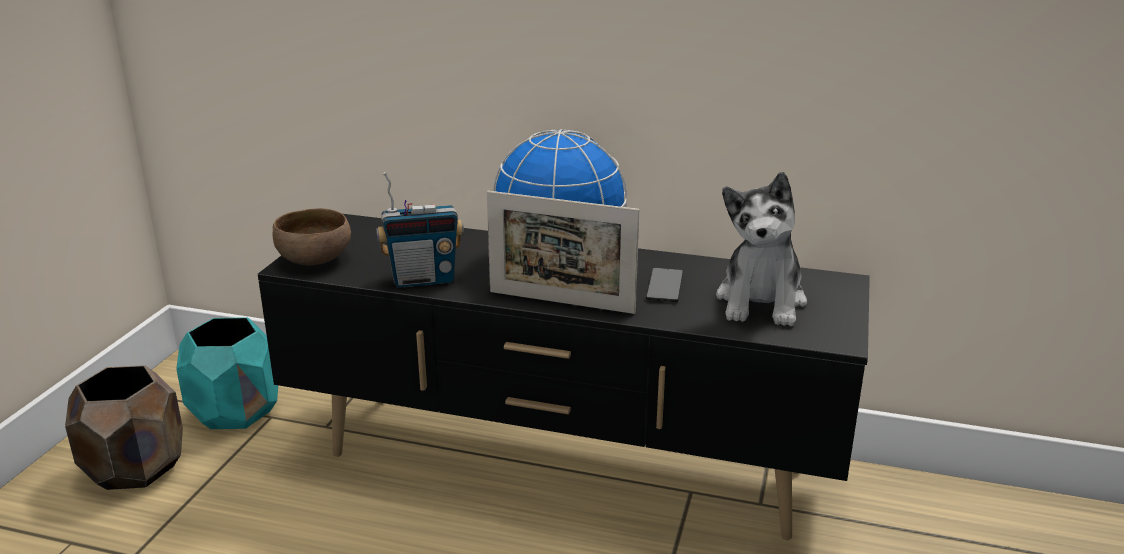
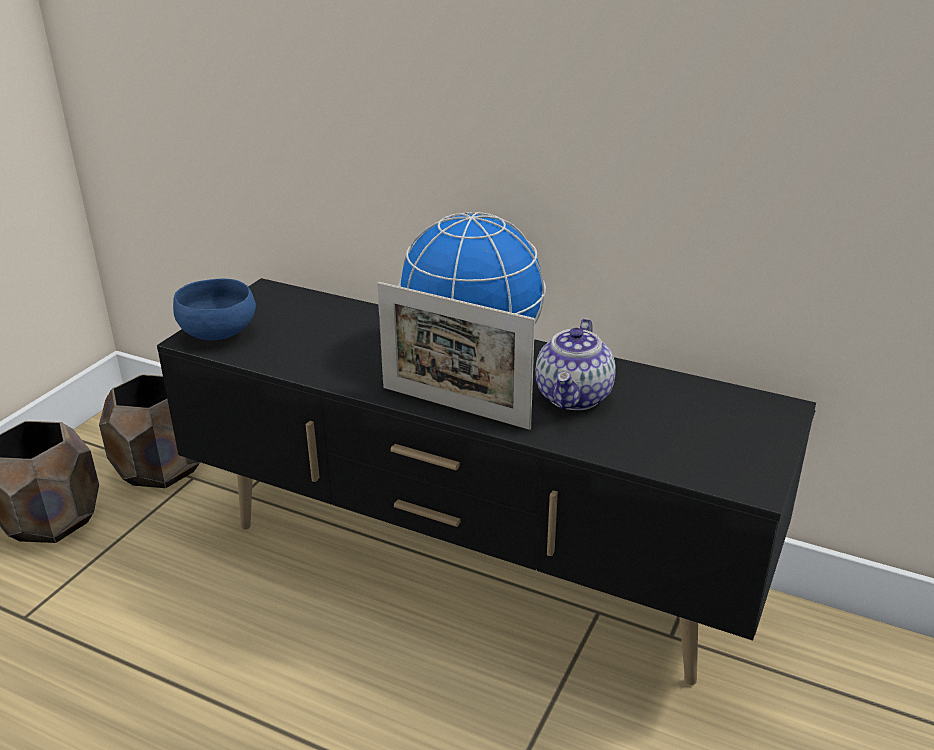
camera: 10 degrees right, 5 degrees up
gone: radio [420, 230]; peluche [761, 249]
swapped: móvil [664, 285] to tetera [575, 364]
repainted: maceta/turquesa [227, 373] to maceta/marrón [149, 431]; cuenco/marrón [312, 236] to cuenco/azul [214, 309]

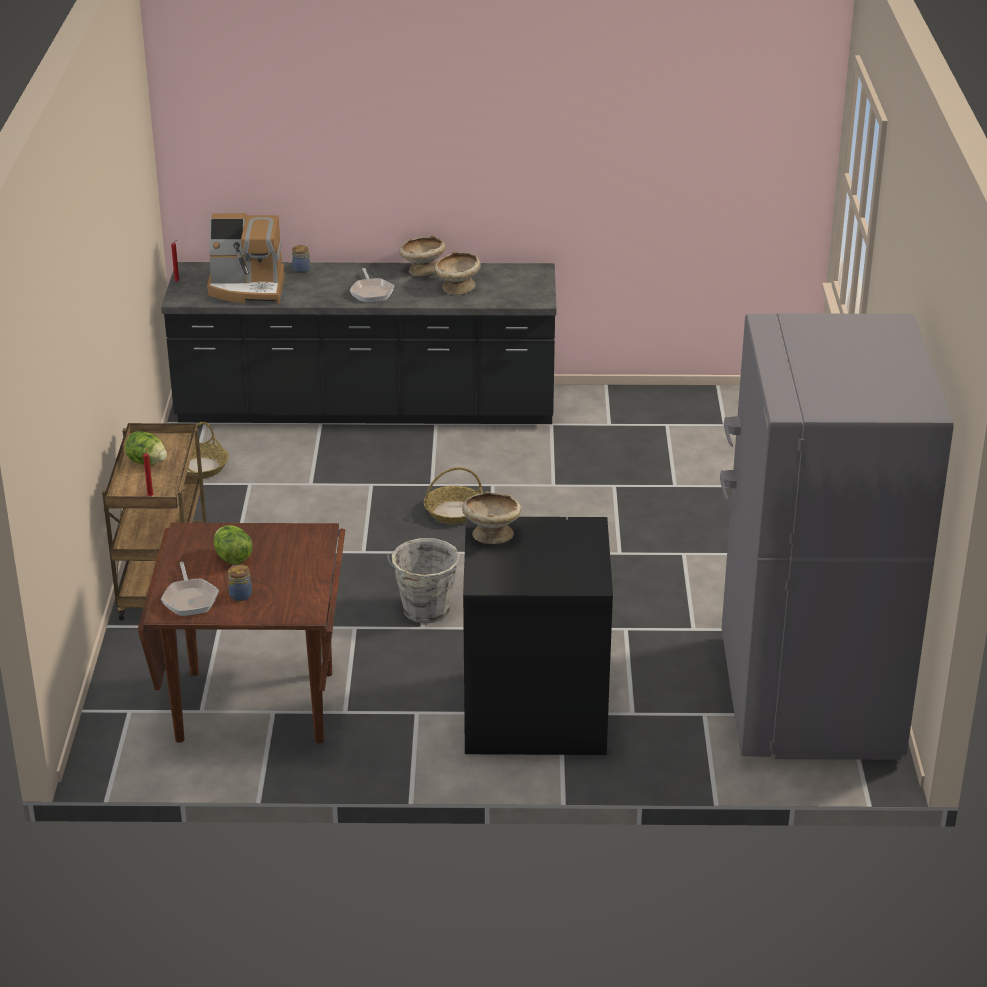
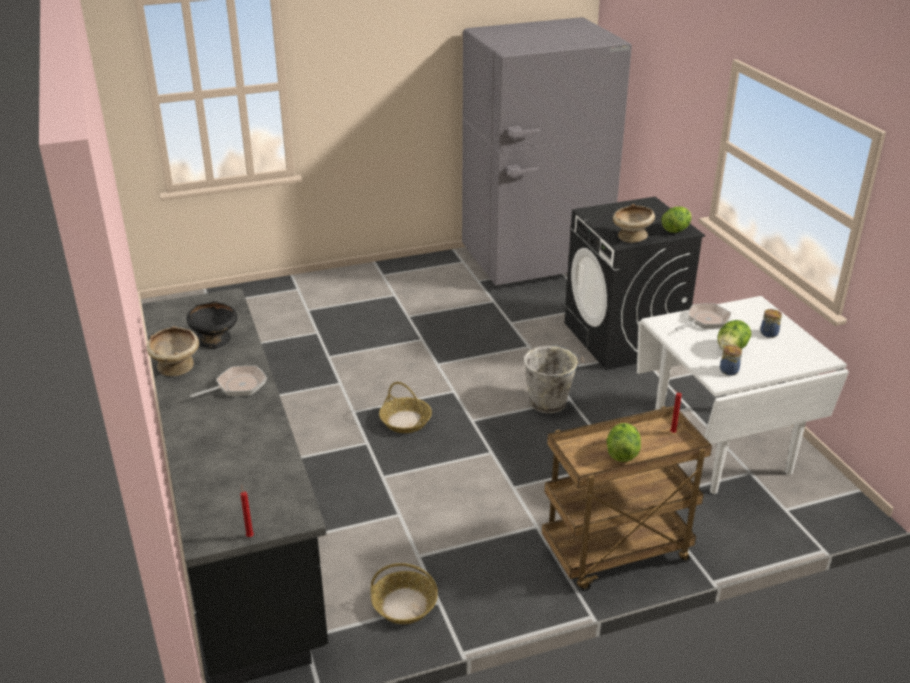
camera: 110 degrees left, 0 degrees up
gone: cafetera [246, 258]
new: lechuga [677, 219]
shifted: sartén [190, 589] to [703, 316]; tarro [301, 259] to [731, 360]
repainted: mesa de comedor/marrón [241, 633] to mesa de comedor/blanco [743, 395]; cuenco/beis [457, 273] to cuenco/negro [212, 324]

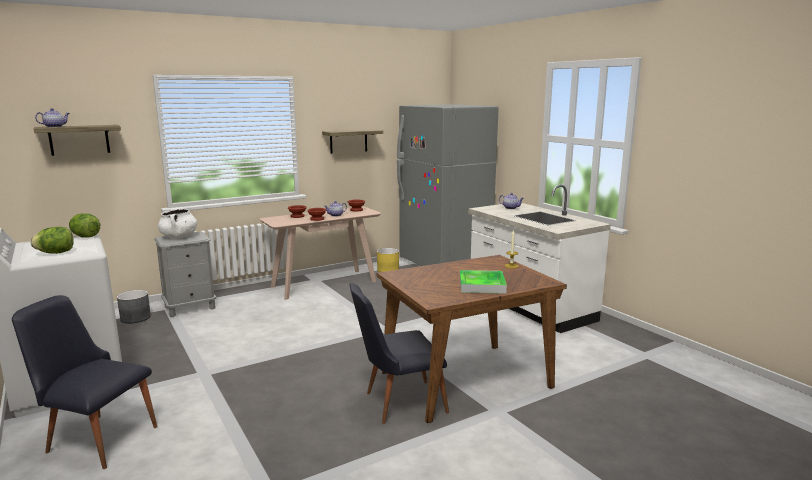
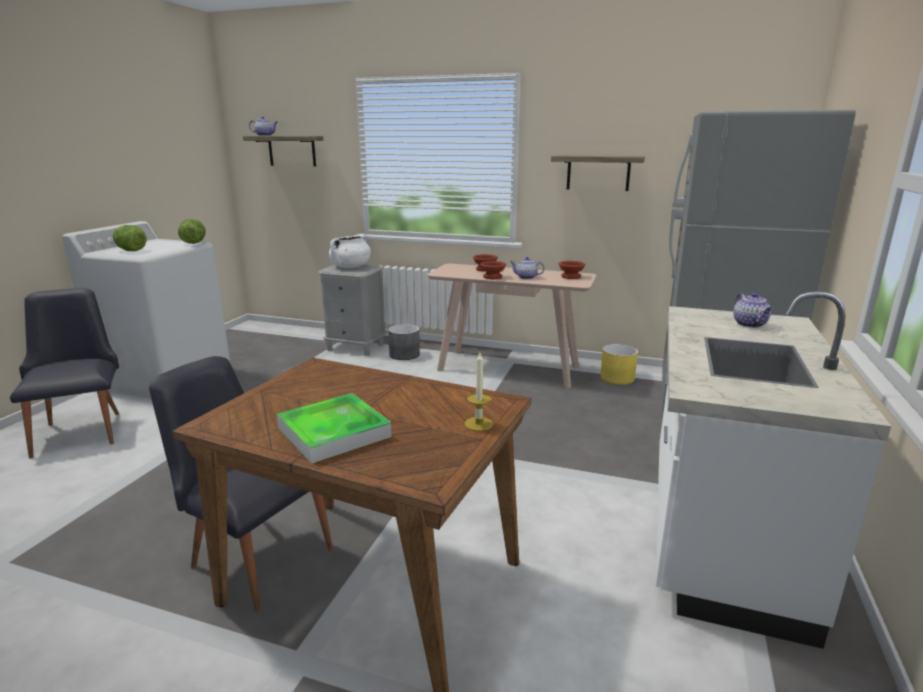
camera: 50 degrees right, 5 degrees up
shifted: maceta/gris [134, 307] to [404, 342]

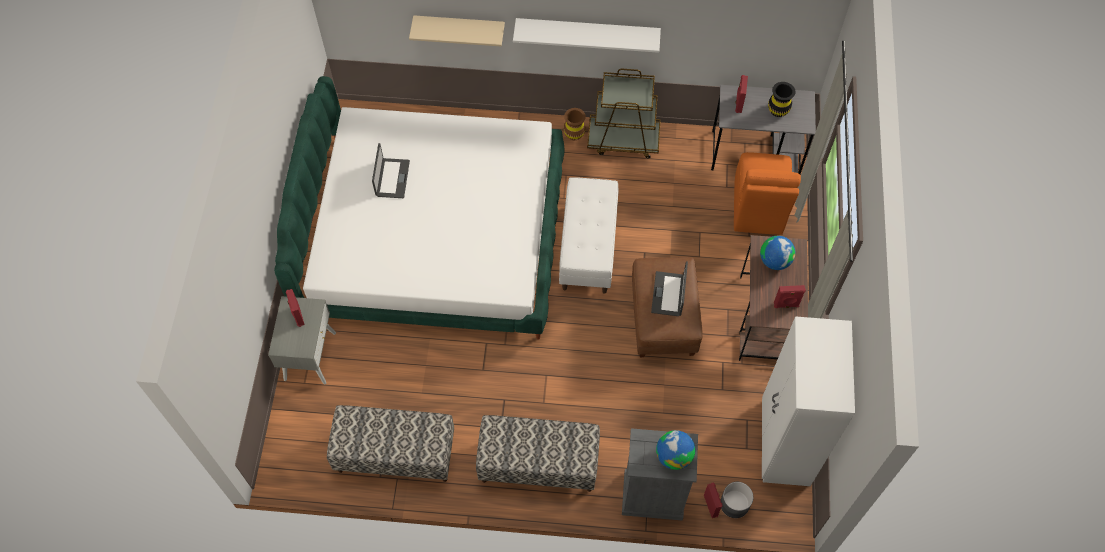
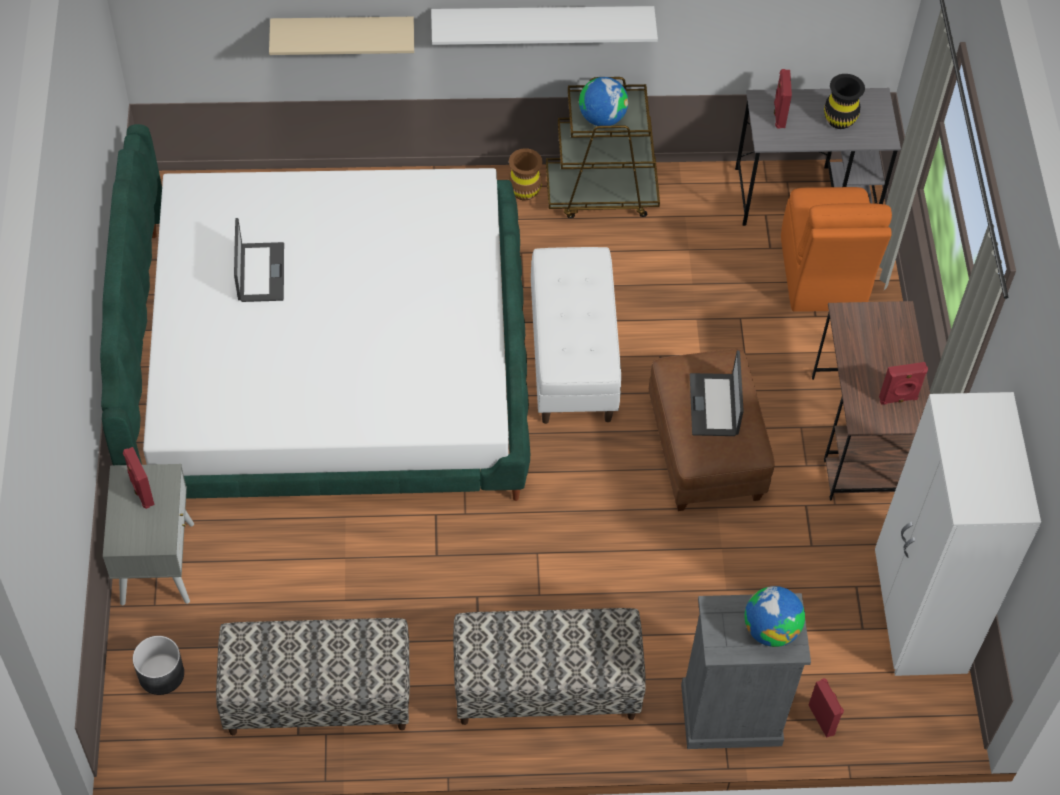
camera: 10 degrees left, 5 degrees down
shifted: maceta/gris [737, 500] to [158, 665]; globo terráqueo [777, 253] to [603, 101]

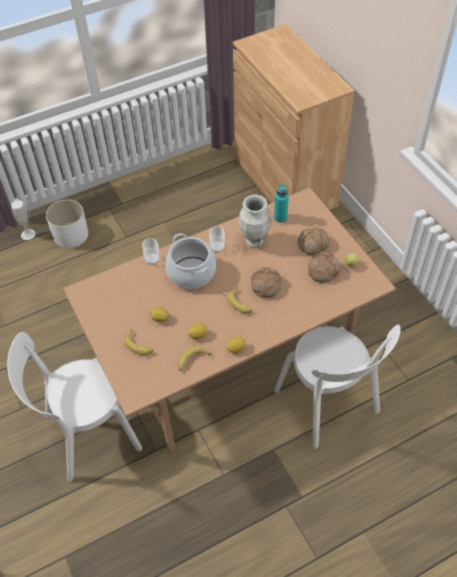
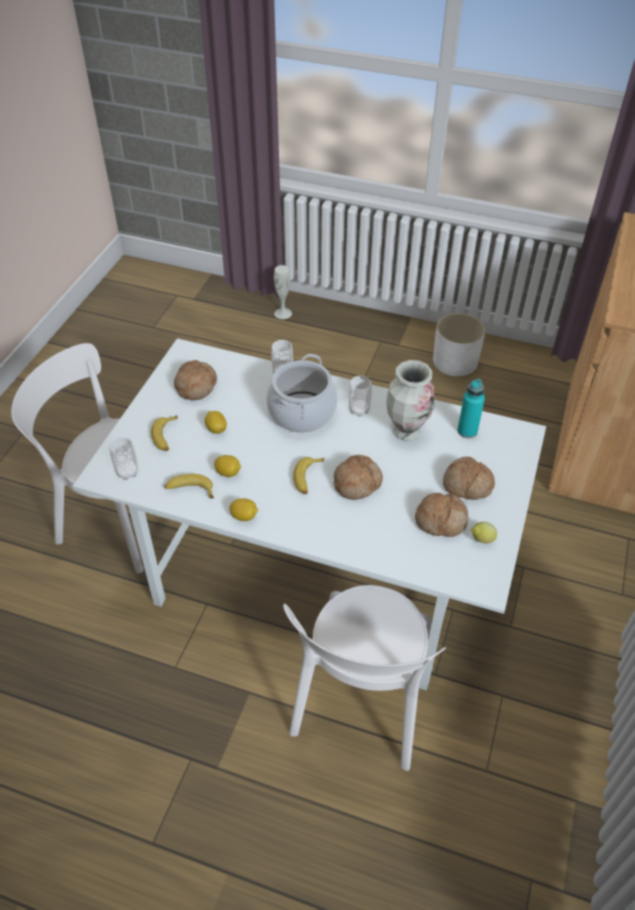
camera: 45 degrees right, 5 degrees down
new: taza [123, 458]; pan [195, 380]
shifted: maceta/blanco [67, 223] to [459, 344]
repainted: mesa de comedor/marrón [229, 322] to mesa de comedor/blanco [309, 514]

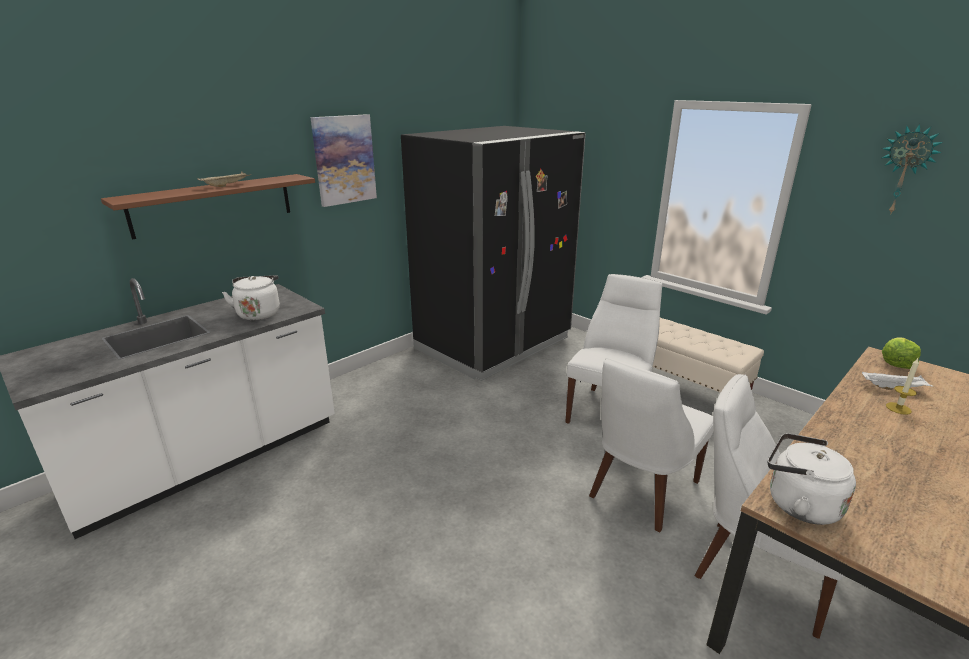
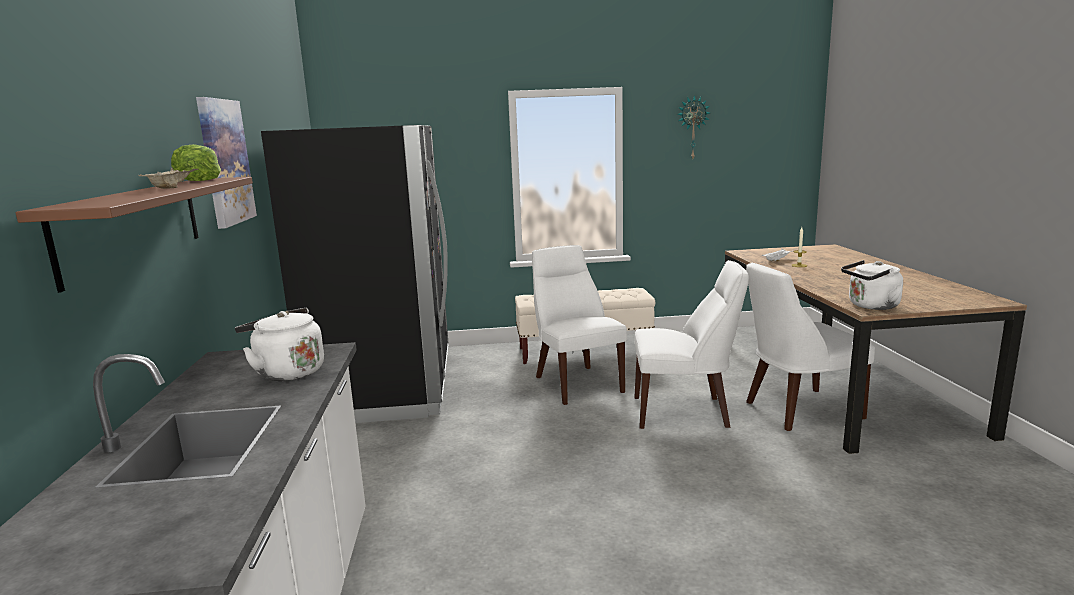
camera: 50 degrees left, 10 degrees down
shifted: lechuga [901, 353] to [196, 162]
rotated: silla/blanco [651, 445] = [691, 344] 75 degrees counterclockwise

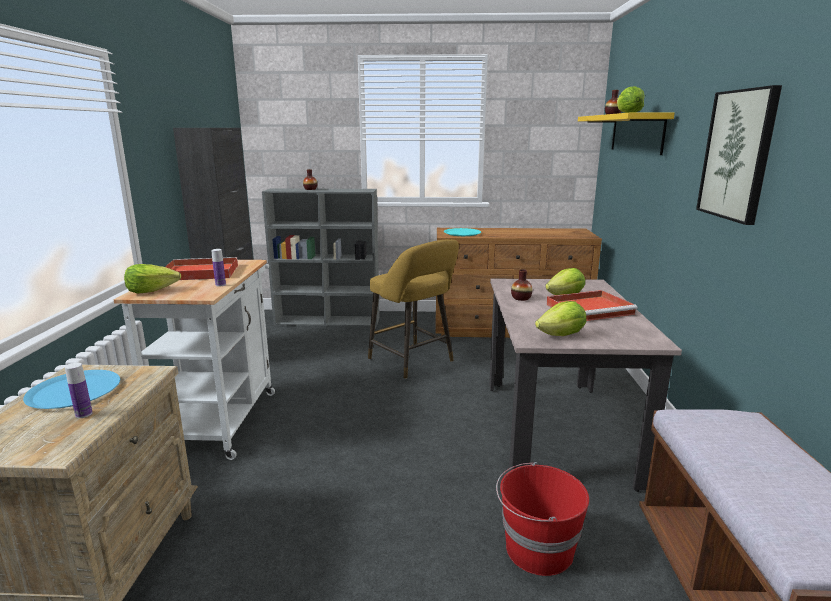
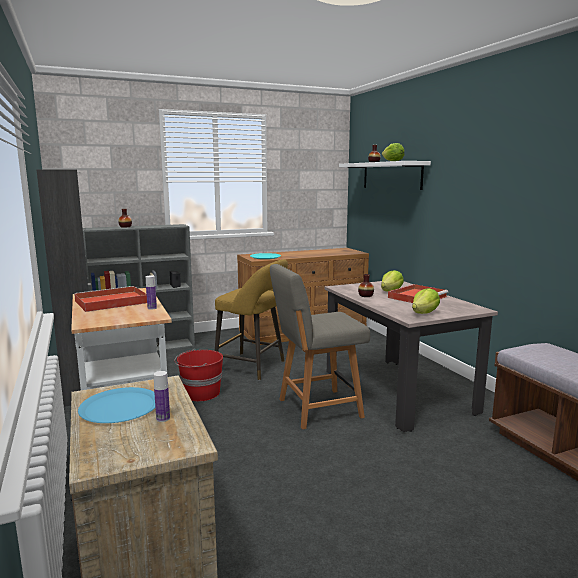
camera: 25 degrees left, 5 degrees down
gone: lechuga [152, 278]; cuadro [739, 155]
new: silla/gris [320, 346]
shifted: cubo/rojo [542, 519] to [199, 375]
repainted: estante/amarillo [626, 134] to estante/blanco [385, 175]

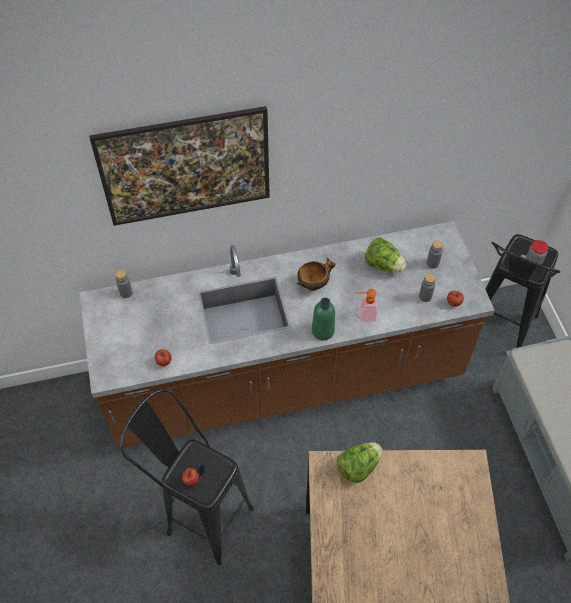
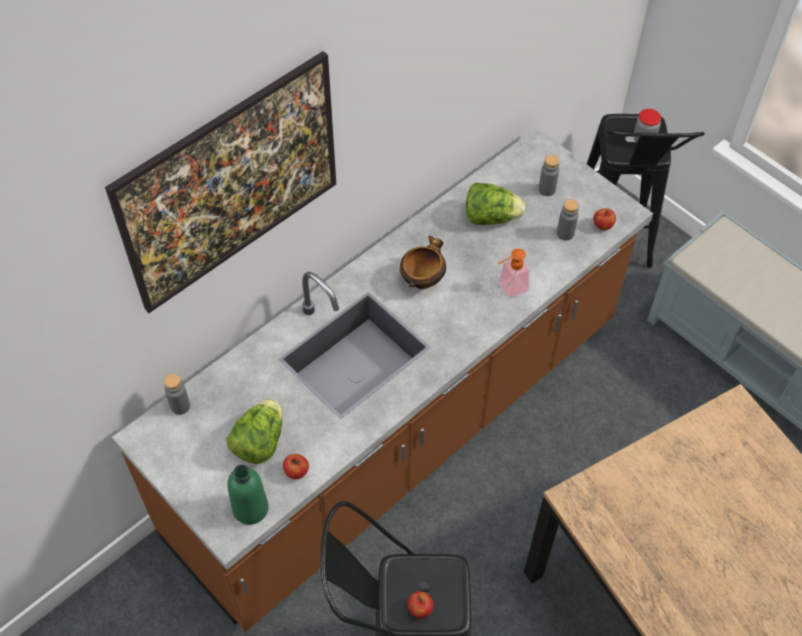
camera: 30 degrees left, 0 degrees up
shifted: botella/verde [323, 319] to [247, 495]; lechuga [359, 462] to [254, 431]

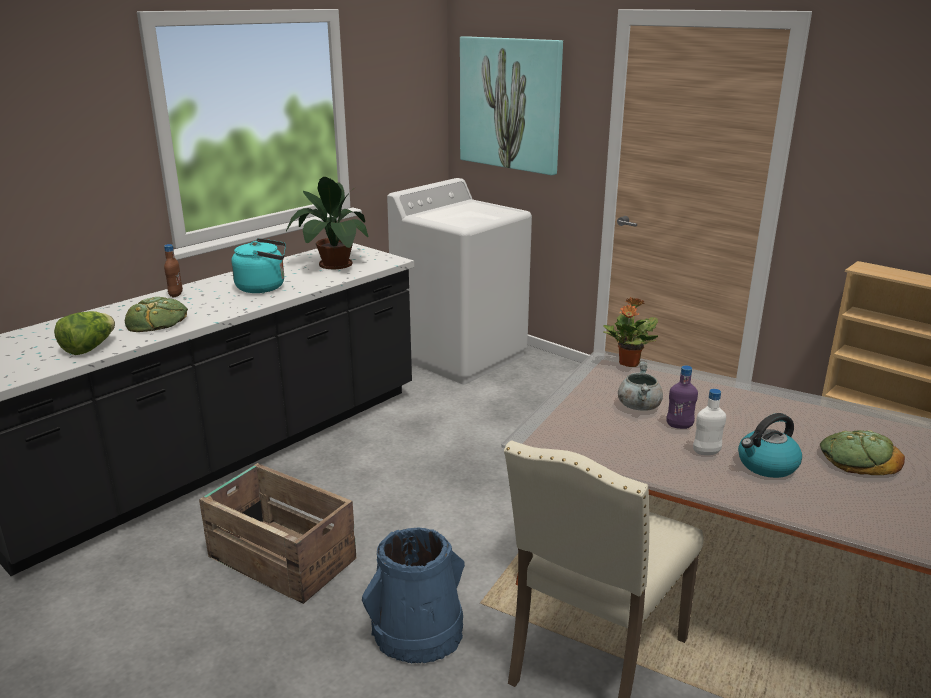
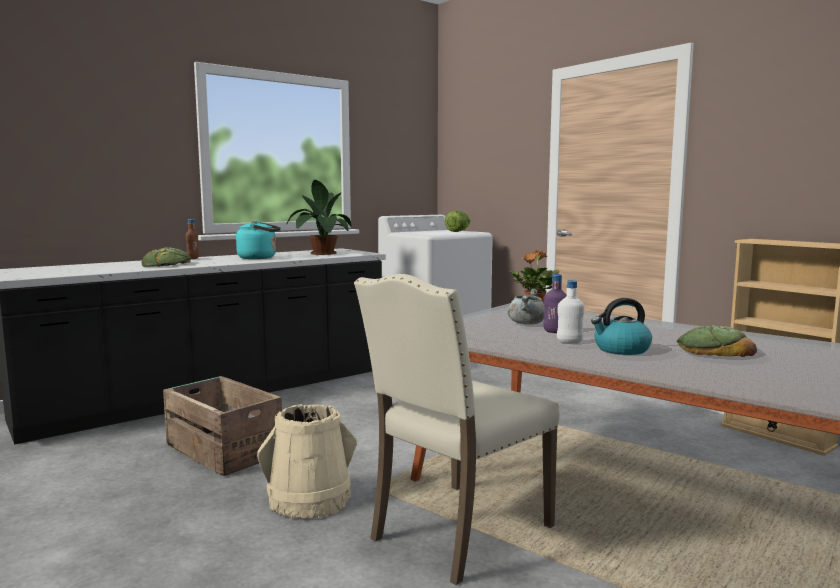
camera: 10 degrees right, 15 degrees down
gone: cuadro [511, 105]
shifted: lechuga [84, 333] to [458, 221]
repainted: cubo/azul [413, 595] to cubo/beis [307, 461]

